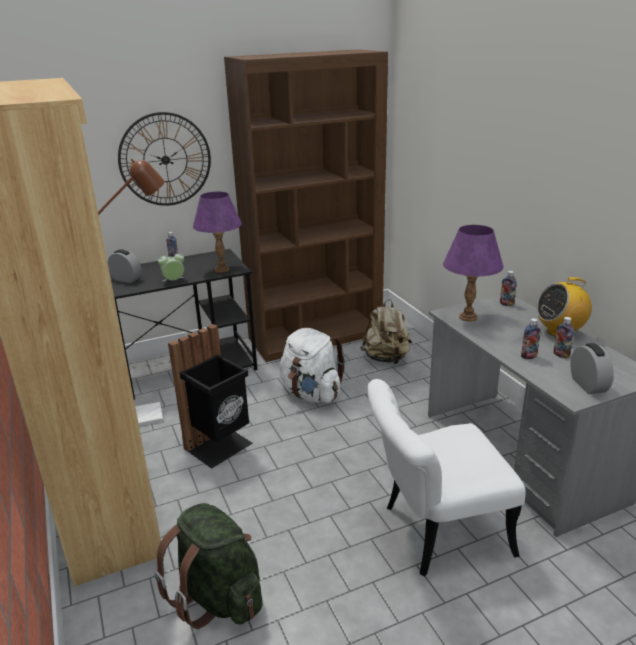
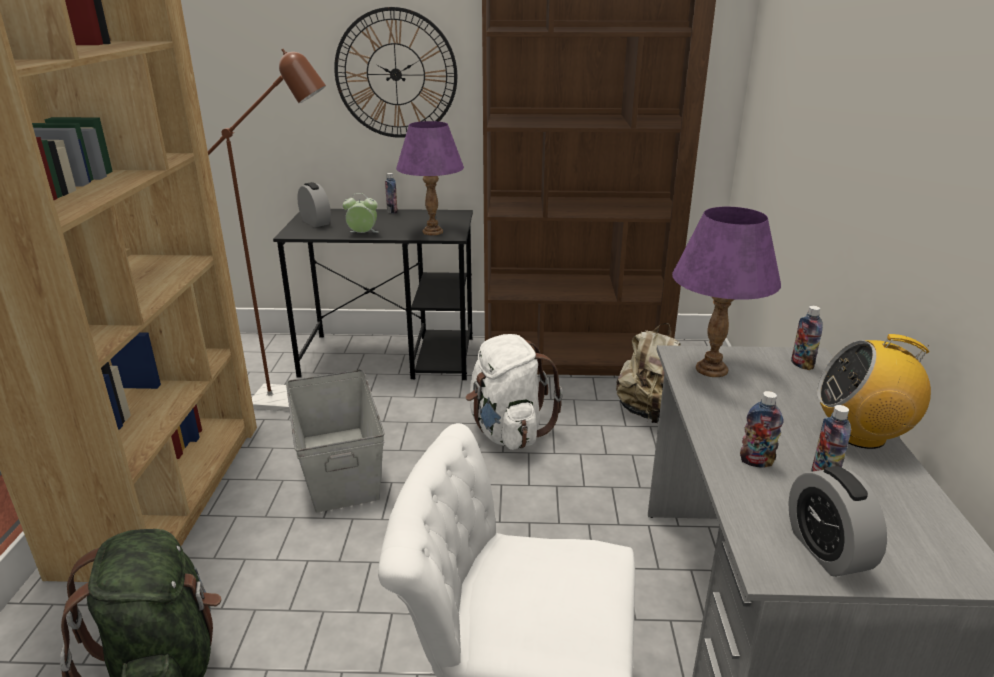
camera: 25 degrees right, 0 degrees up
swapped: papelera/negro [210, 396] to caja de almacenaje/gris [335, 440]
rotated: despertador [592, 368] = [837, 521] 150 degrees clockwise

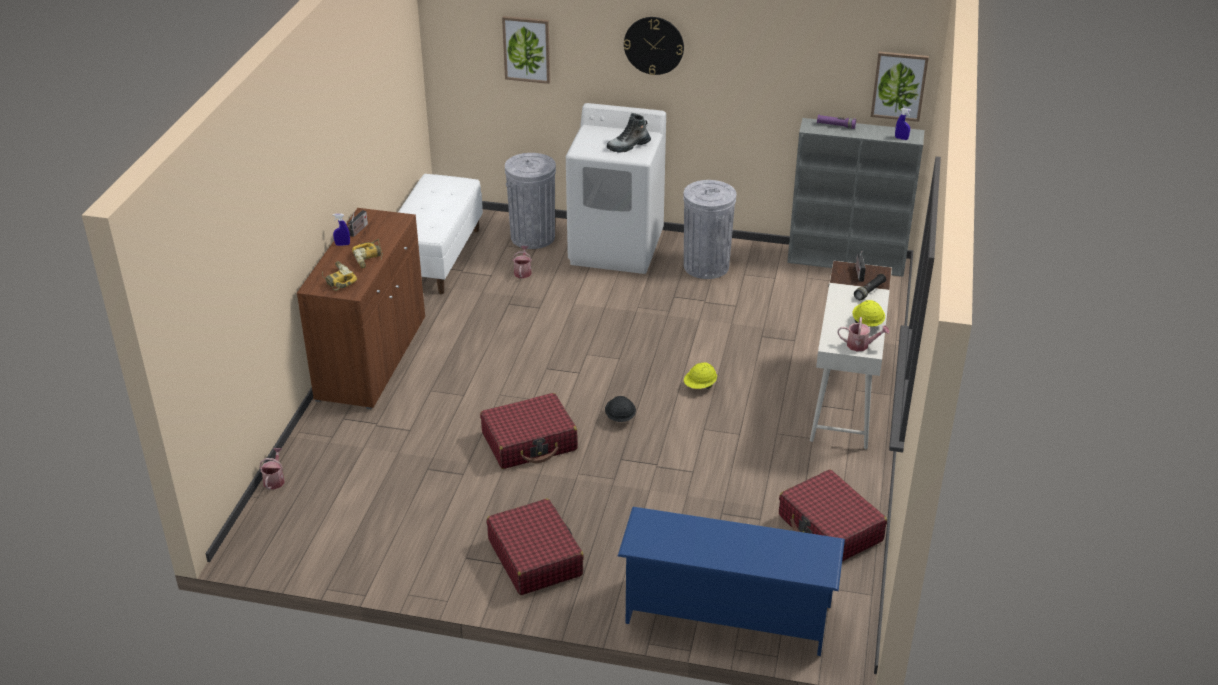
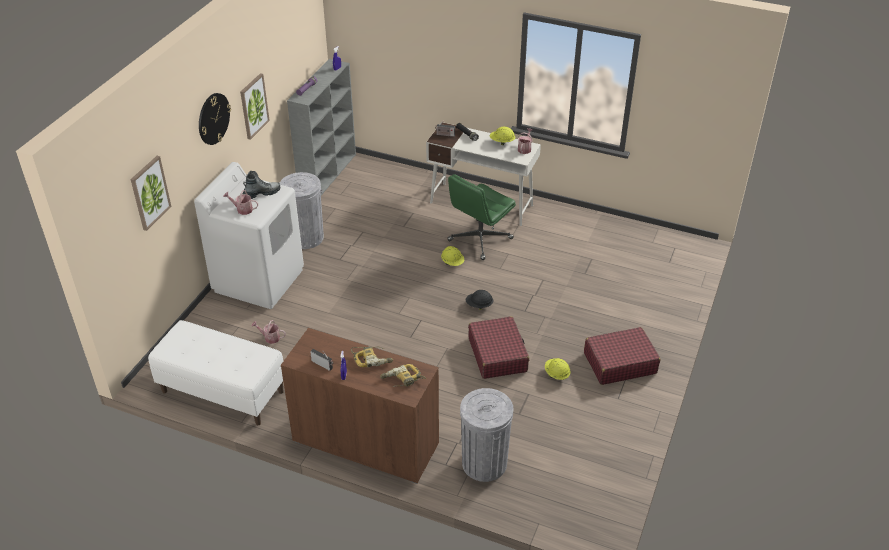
camera: 80 degrees left, 5 degrees up
gone: zapatero/azul [731, 581]; maleta/rojo [833, 516]
new: silla de oficina/verde [481, 217]; casco/amarillo [558, 369]
shifted: regadera [272, 469] to [240, 202]; papelera/gris [530, 201] to [487, 435]; cuadro [900, 87] to [255, 106]
rotated: bota [629, 133] = [261, 185] 105 degrees counterclockwise

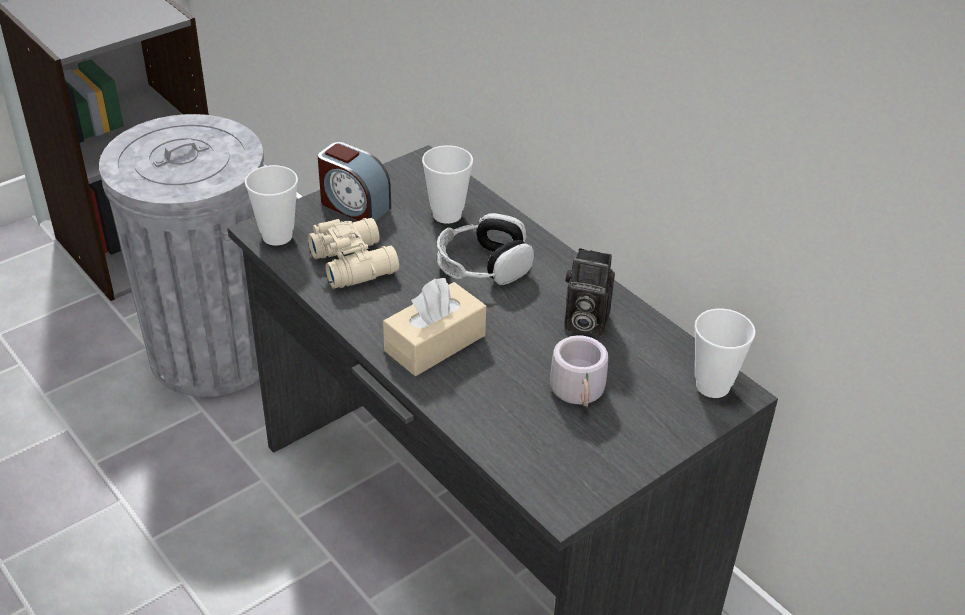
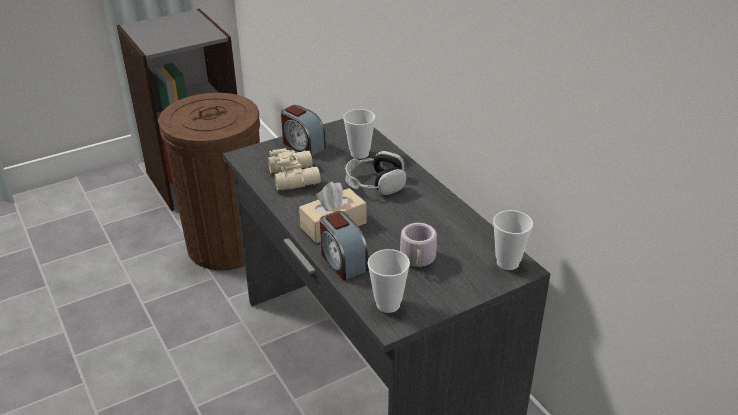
camera: 10 degrees right, 5 degrees down
gone: cámara [589, 292]
new: despertador [344, 245]
shifted: taza [271, 205] to [388, 281]
repainted: papelera/gris [182, 255] to papelera/marrón [209, 181]

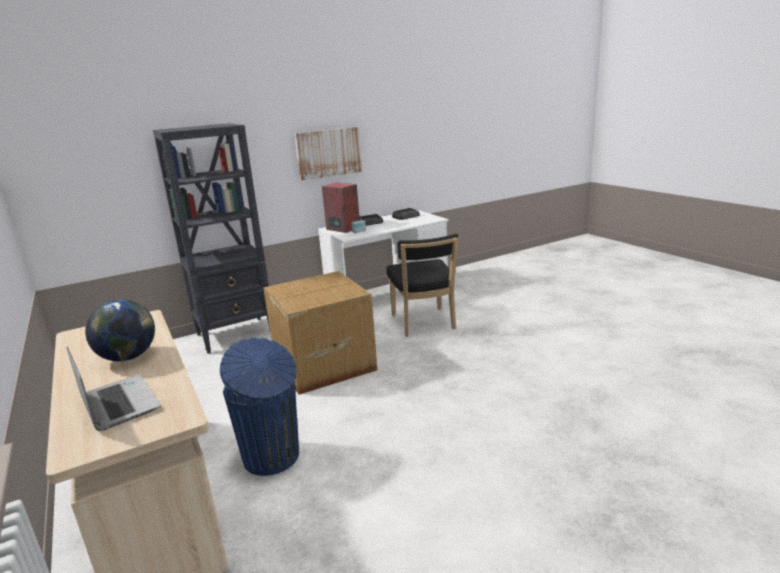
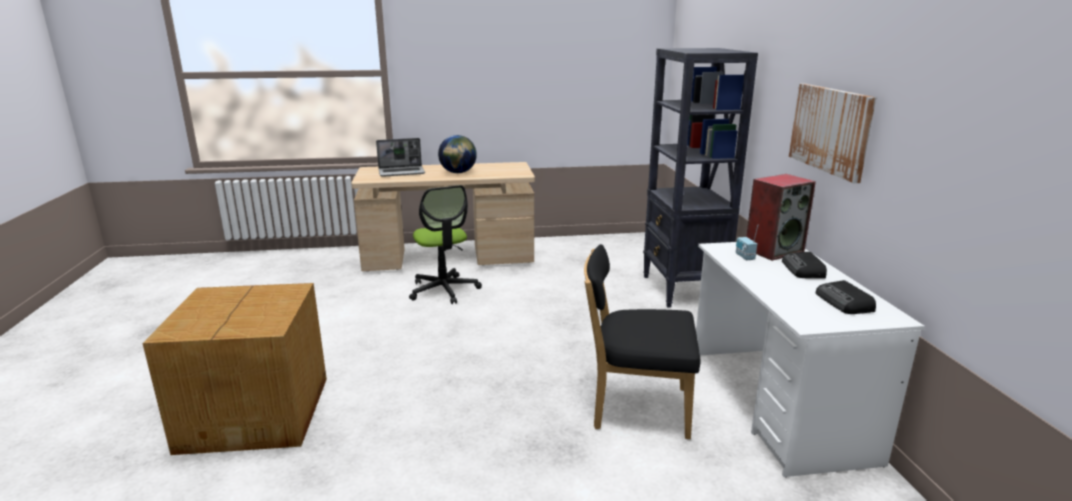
camera: 110 degrees right, 0 degrees up
shifted: caja de cartón [320, 333] to [234, 369]
swapped: papelera/azul [259, 406] to silla de oficina [445, 244]

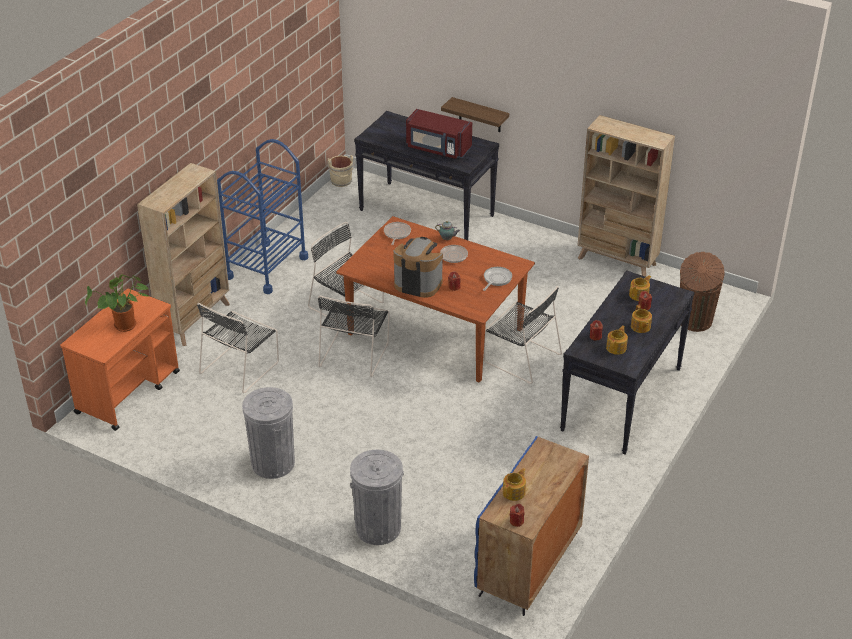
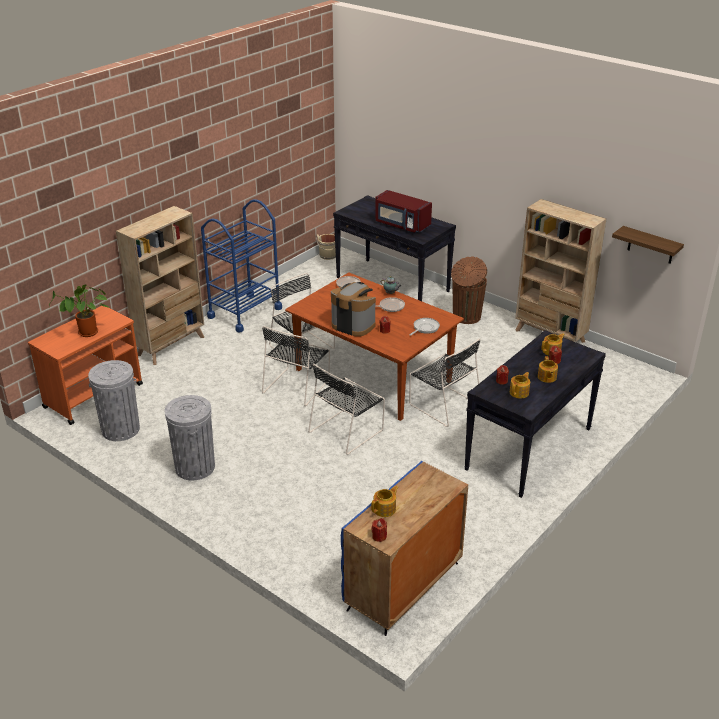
camera: 10 degrees right, 5 degrees down
shifted: silla/negro [238, 348] to [346, 409]; papelera/gris [377, 497] to [114, 400]; estante [475, 114] to [648, 245]; papelera/marrón [702, 292] to [469, 290]

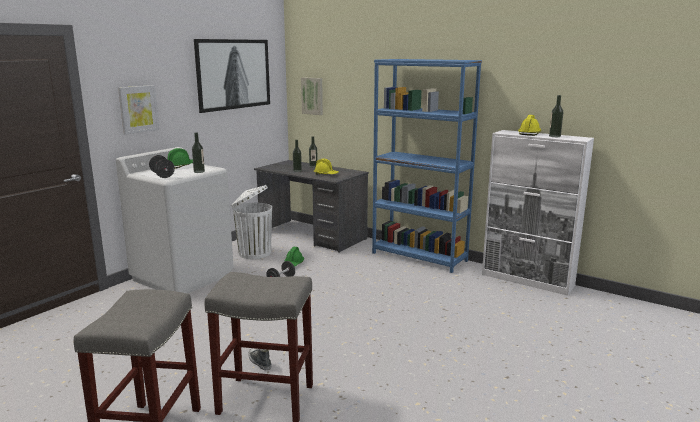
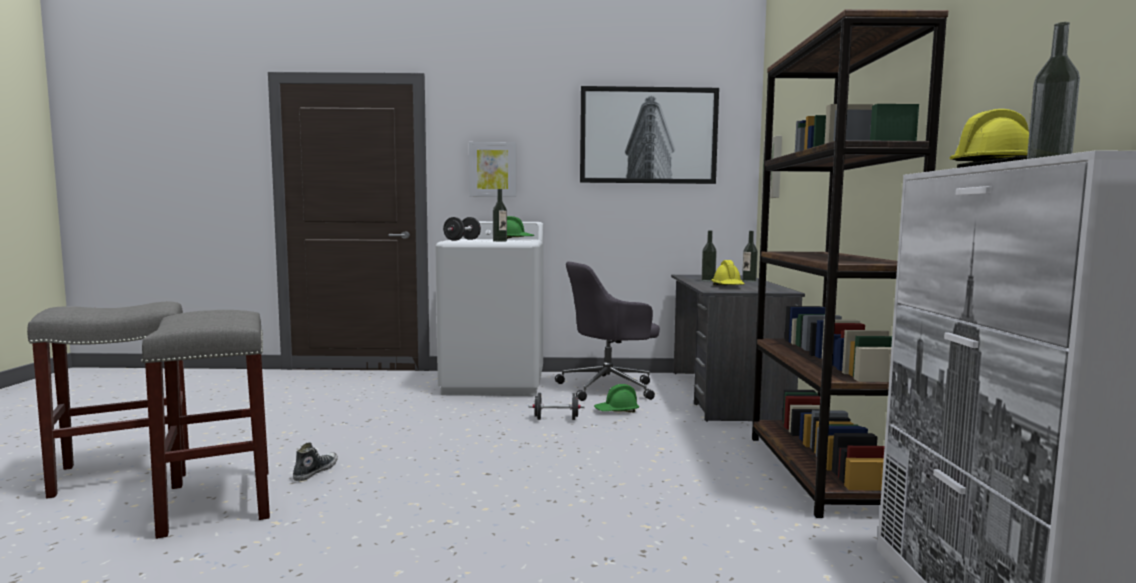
camera: 55 degrees right, 10 degrees down
swapped: papelera/blanco [251, 222] to silla de oficina/gris [607, 331]
repainted: estantería/azul [427, 166] to estantería/marrón [850, 263]

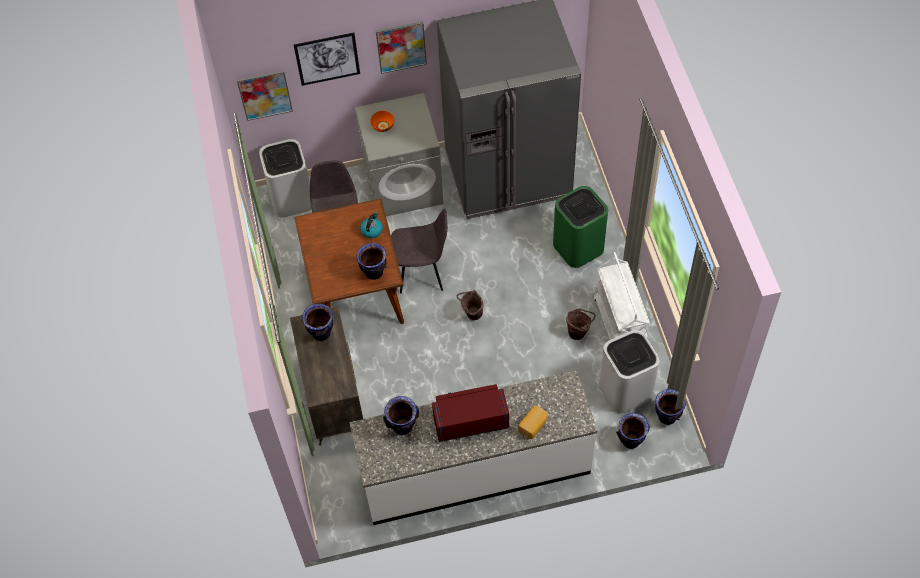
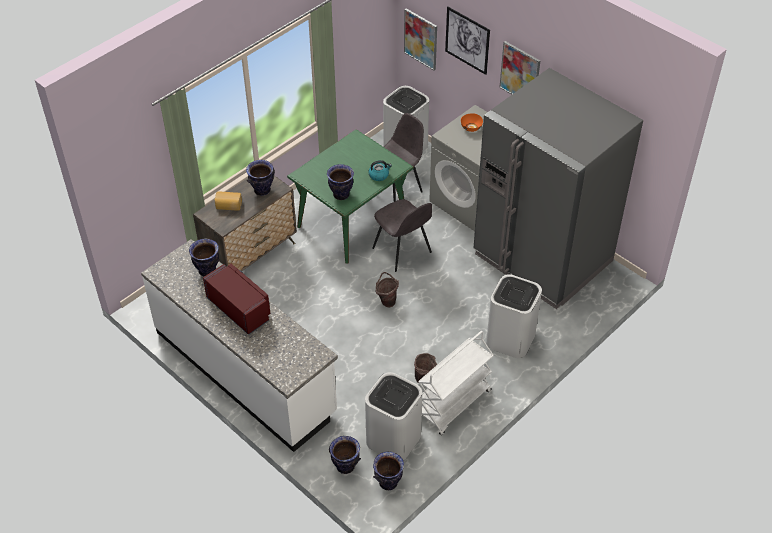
camera: 55 degrees right, 10 degrees down
shifted: pan [533, 422] to [228, 200]
repainted: mesa de comedor/marrón [349, 261] to mesa de comedor/verde [350, 196]; papelera/verde [580, 227] to papelera/blanco [514, 316]

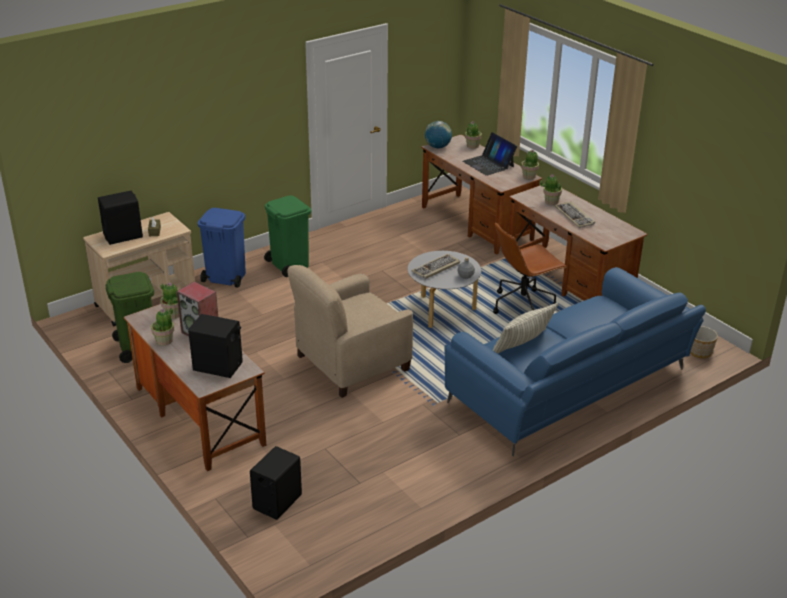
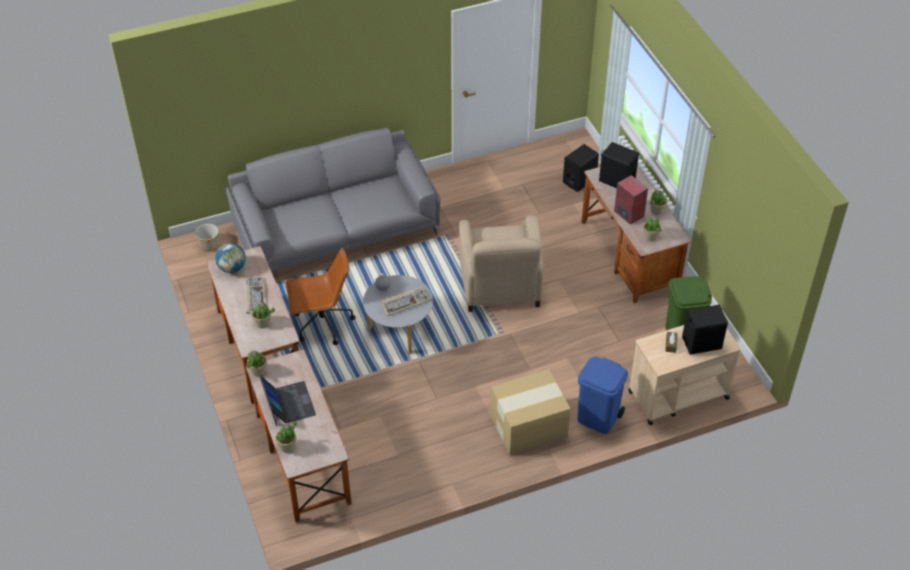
camera: 165 degrees left, 15 degrees up
gone: cojín [525, 328]
shifted: globo terráqueo [438, 134] to [230, 258]
swapped: papelera/verde [287, 236] to caja de cartón [530, 412]
repainted: sofá/azul [575, 361] to sofá/gris [333, 200]
rotated: sillón/beis [350, 331] = [501, 263] 105 degrees clockwise

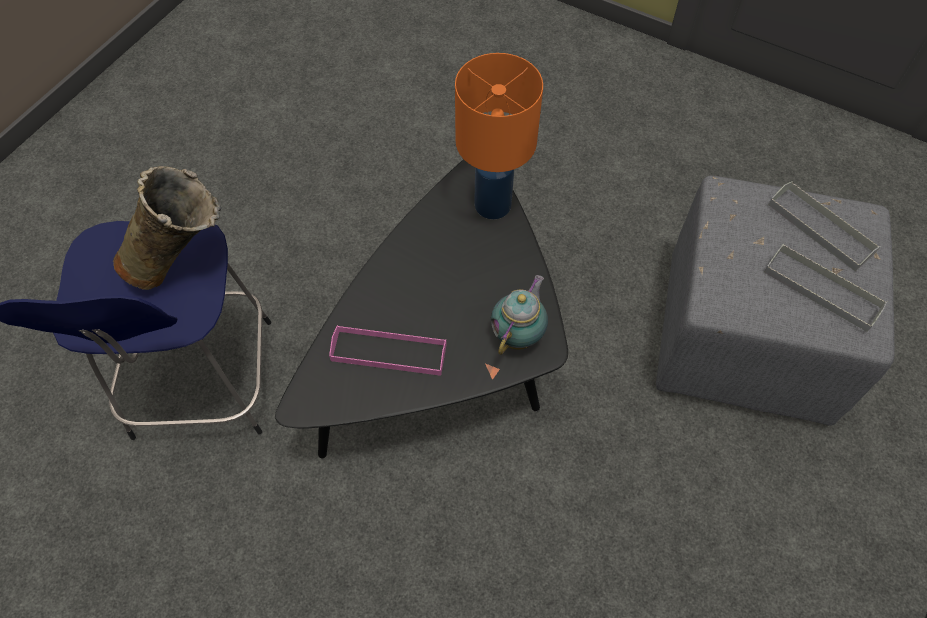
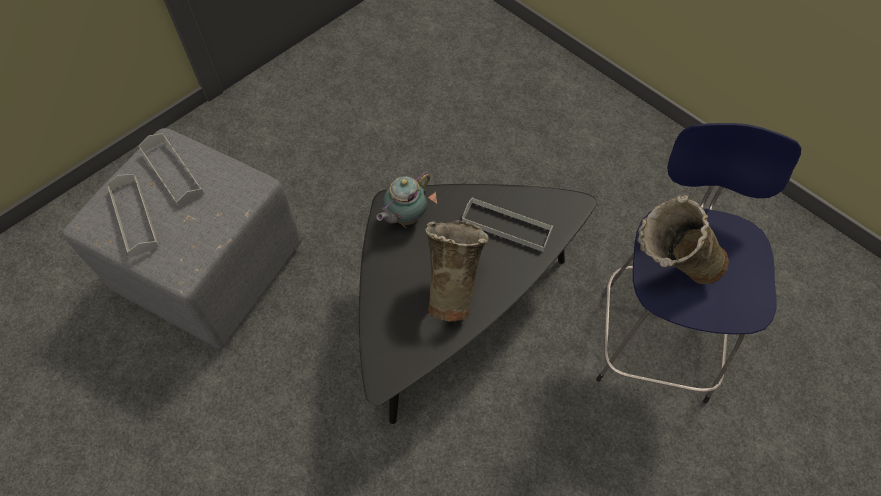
camera: 165 degrees left, 0 degrees up
gone: lámpara de mesa/naranja [499, 136]
new: florero/beis [457, 271]
repainted: bandeja/rosa [388, 350] to bandeja/gris [507, 224]

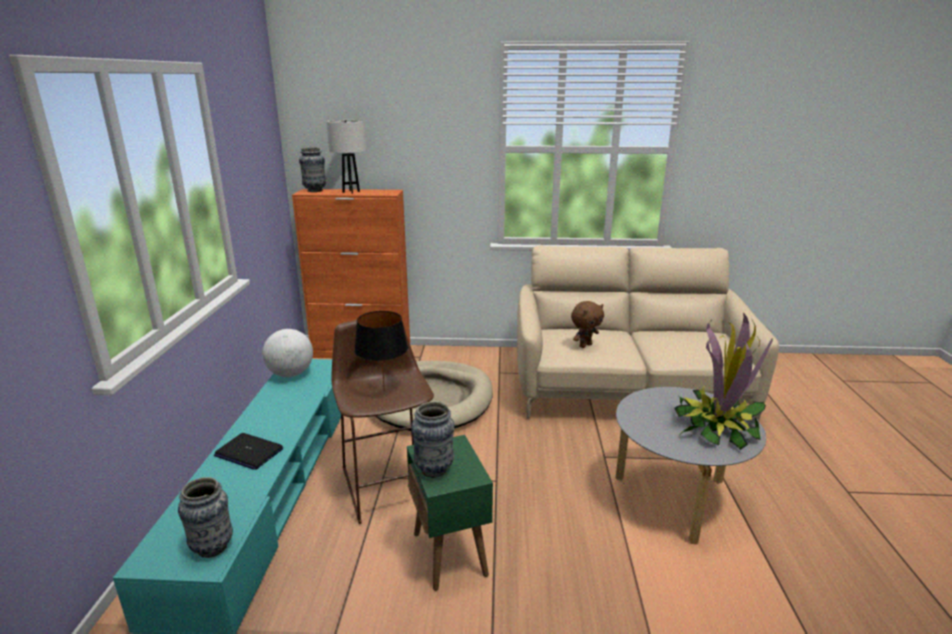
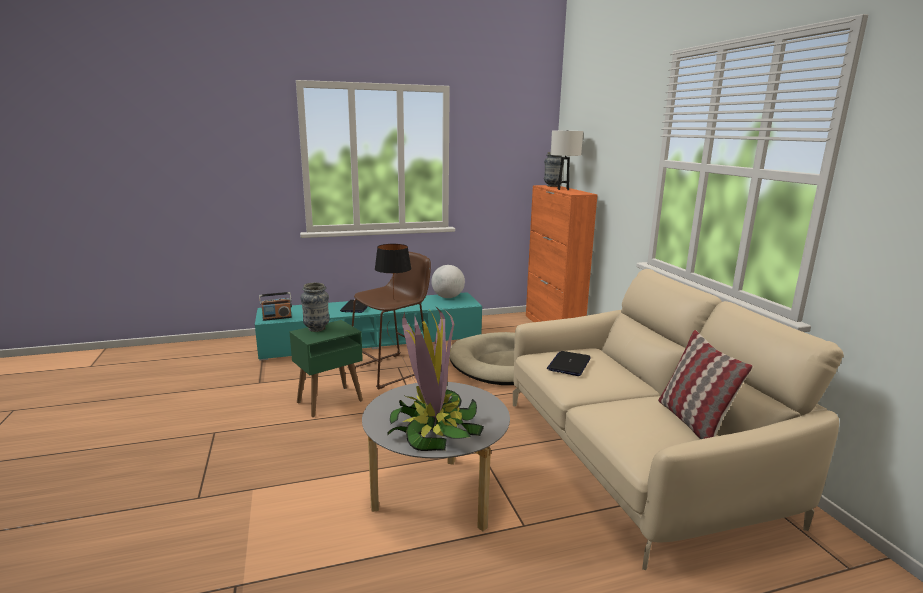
camera: 70 degrees right, 5 degrees down
new: cojín [705, 384]
swapped: florero [205, 517] to radio [275, 306]; peluche/marrón [587, 324] to portátil [569, 363]

